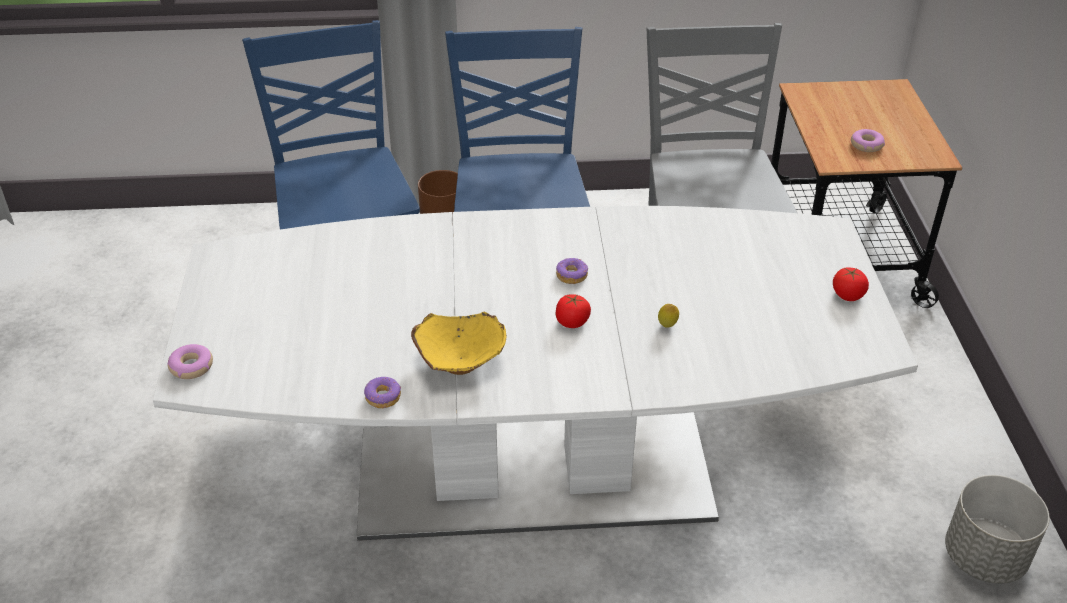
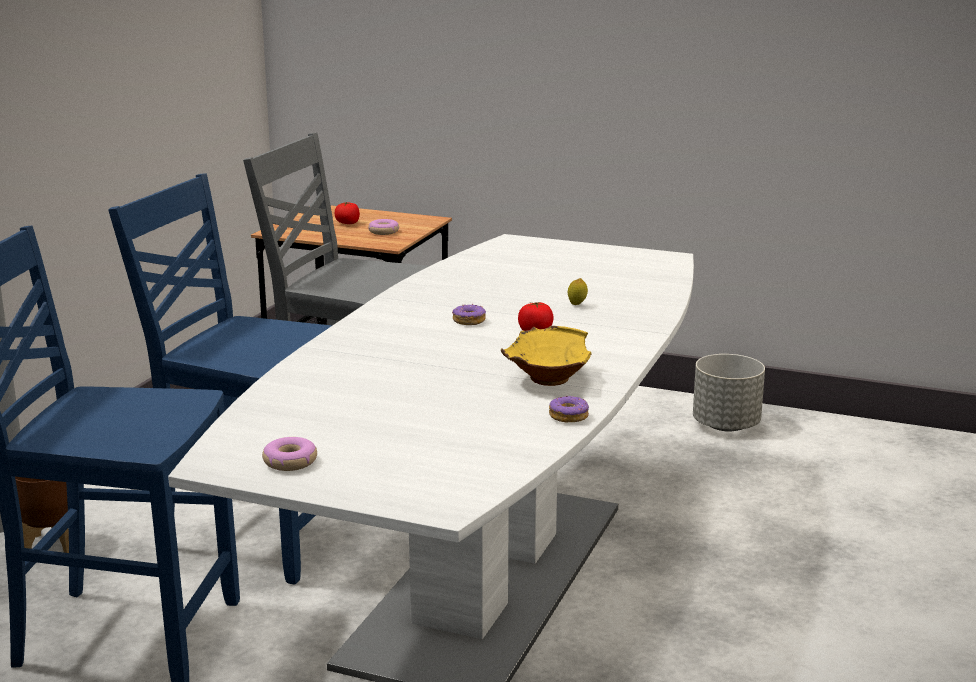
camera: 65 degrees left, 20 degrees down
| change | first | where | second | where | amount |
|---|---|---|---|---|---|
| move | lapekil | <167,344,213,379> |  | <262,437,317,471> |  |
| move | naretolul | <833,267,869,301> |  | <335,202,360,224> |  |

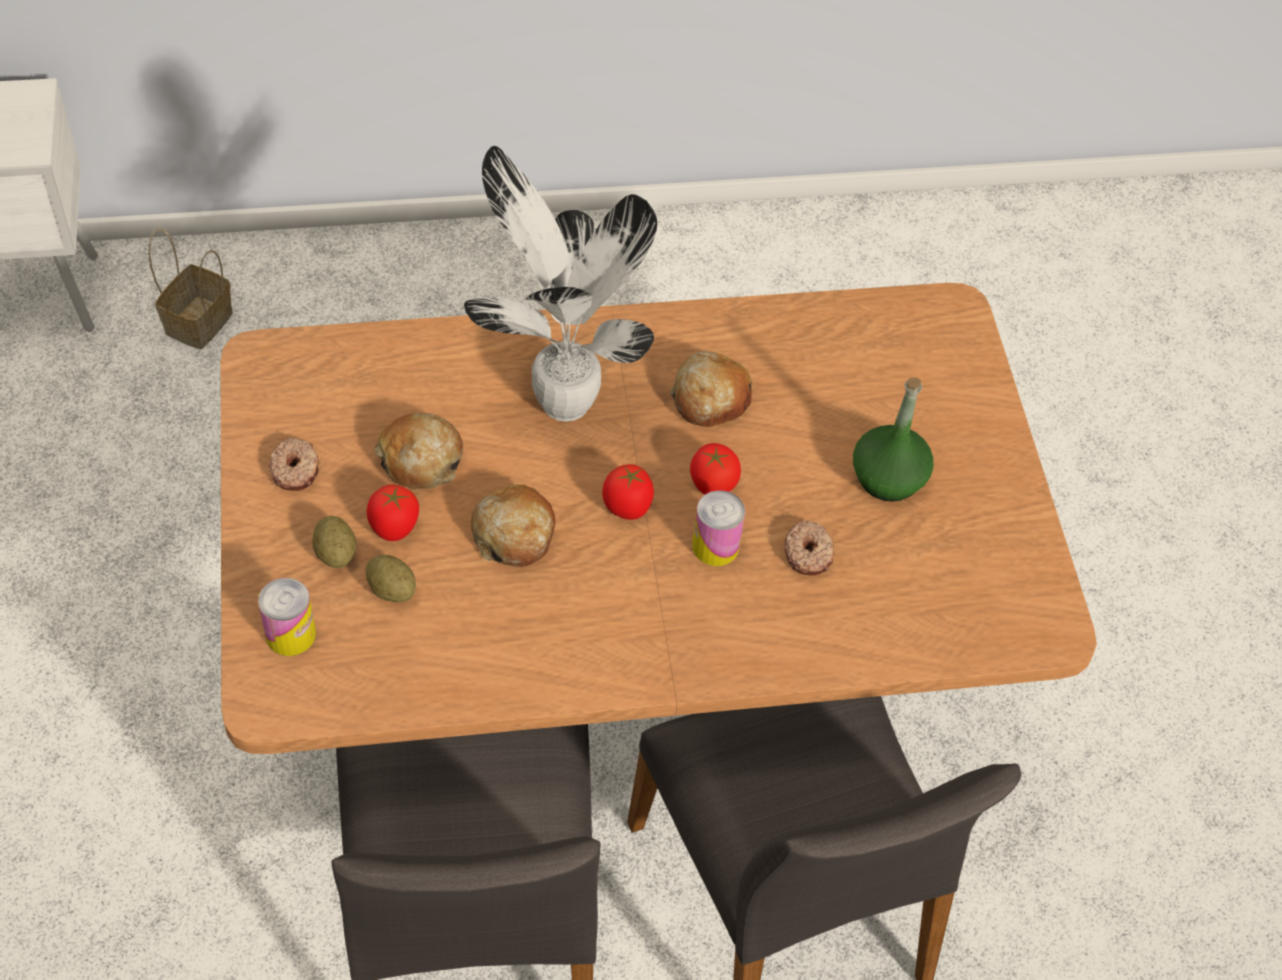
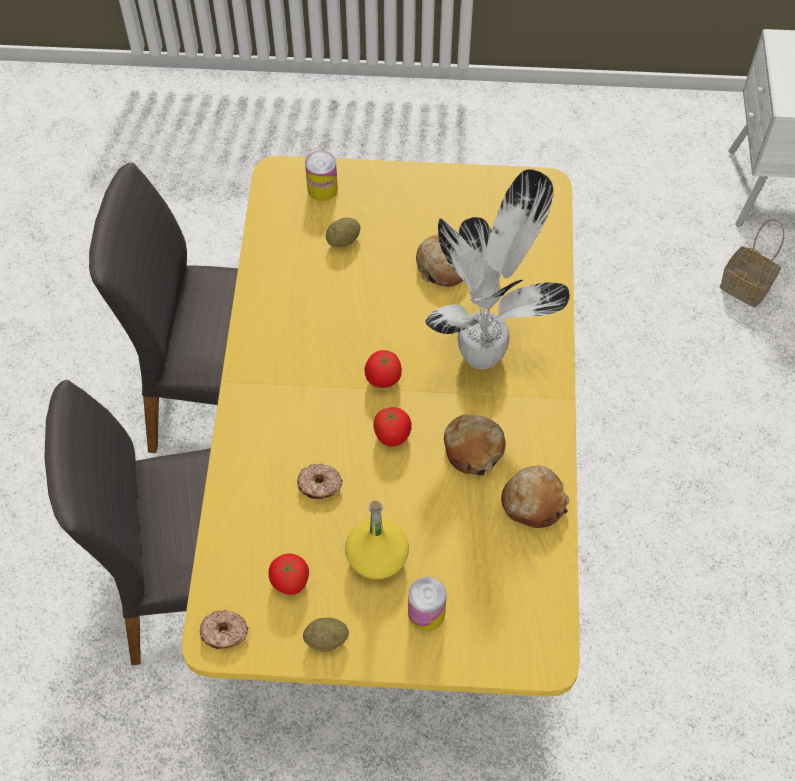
camera: 105 degrees right, 5 degrees up
| change | first | where | second | where | amount |
|---|---|---|---|---|---|
| recolor | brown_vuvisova | <221,283,1097,754> | yellow_vuvisova | <182,156,580,697> |  |
| move | lapekil | <268,438,319,491> |  | <200,610,248,649> |  |
| move | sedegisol | <312,516,357,568> |  | <303,618,349,652> |  |
| move | naretolul | <367,484,419,541> |  | <269,554,309,595> |  |
| move | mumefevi | <471,484,556,567> |  | <501,466,569,528> |  |
| move | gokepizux | <692,490,745,566> |  | <408,577,447,631> |  |
| recolor | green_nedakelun | <853,377,933,502> | yellow_nedakelun | <345,501,409,579> |  |

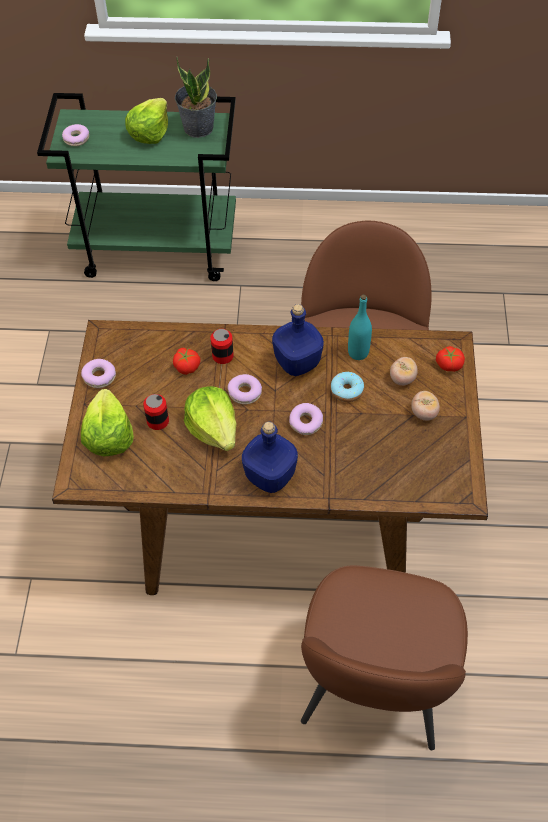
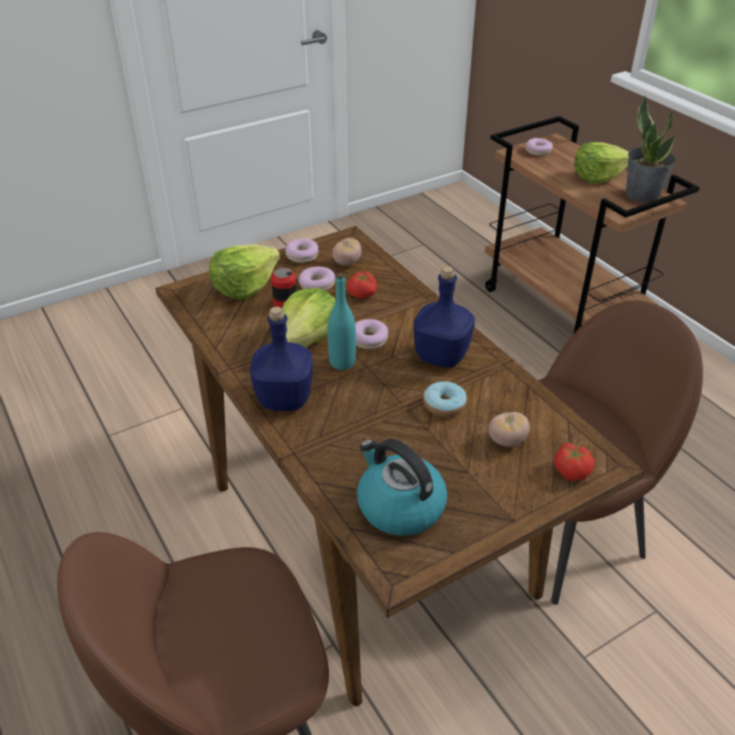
camera: 55 degrees right, 15 degrees down
| change | first | where | second | where | amount |
|---|---|---|---|---|---|
| recolor | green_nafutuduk | <37,93,236,281> | brown_nafutuduk | <485,116,700,334> |  |
| delete | gokepizux | <211,329,234,364> |  |  |  |
| move | lapekil | <289,403,323,435> |  | <298,267,335,291> |  |
| move | turquoise_nedakelun | <348,295,372,360> |  | <327,273,356,370> |  |
| move | naretolul | <411,391,440,421> |  | <332,238,362,266> |  |
| insert |  |  | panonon | <357,439,447,536> |  |

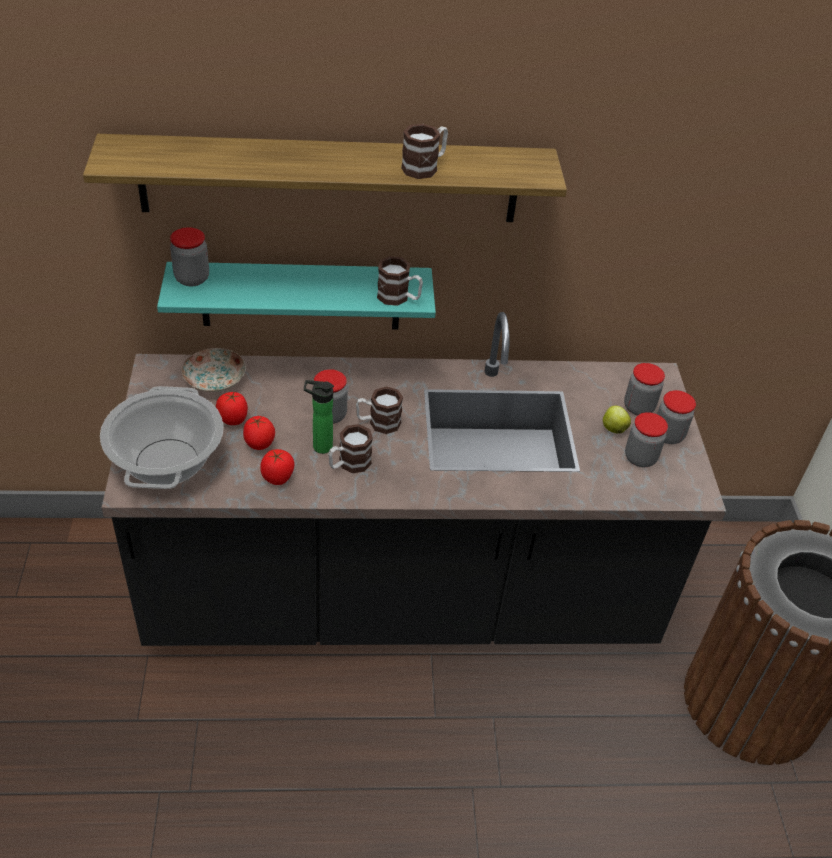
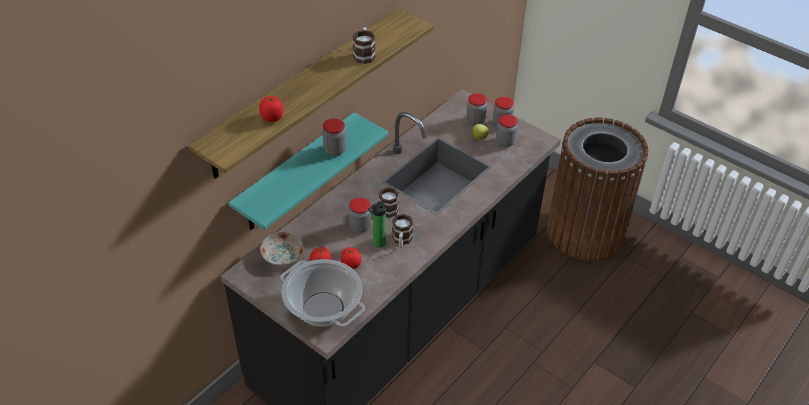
camera: 45 degrees left, 0 degrees up
| change | first | where | second | where | amount |
|---|---|---|---|---|---|
| move | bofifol | <170,227,209,286> |  | <322,118,346,156> |  |
| move | naretolul | <260,449,295,485> |  | <259,96,283,122> |  |
| delete | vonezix | <377,256,423,306> |  |  |  |

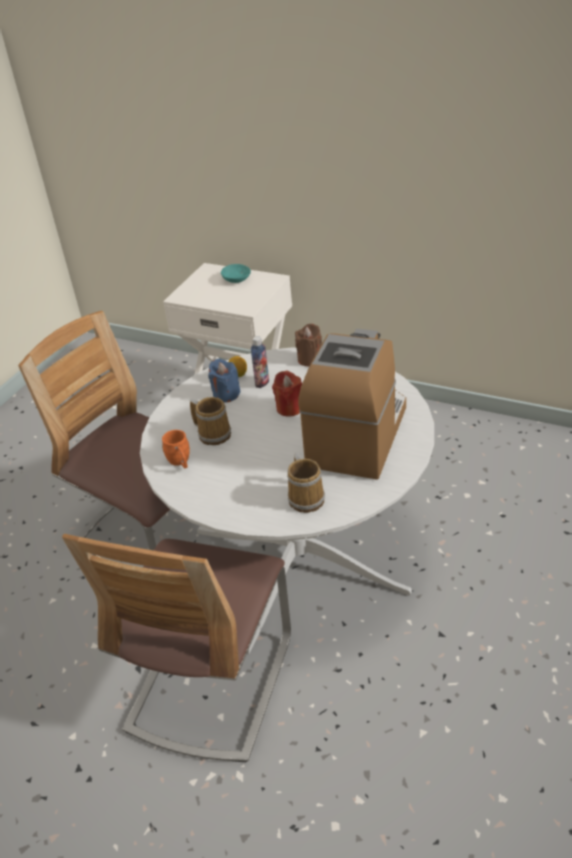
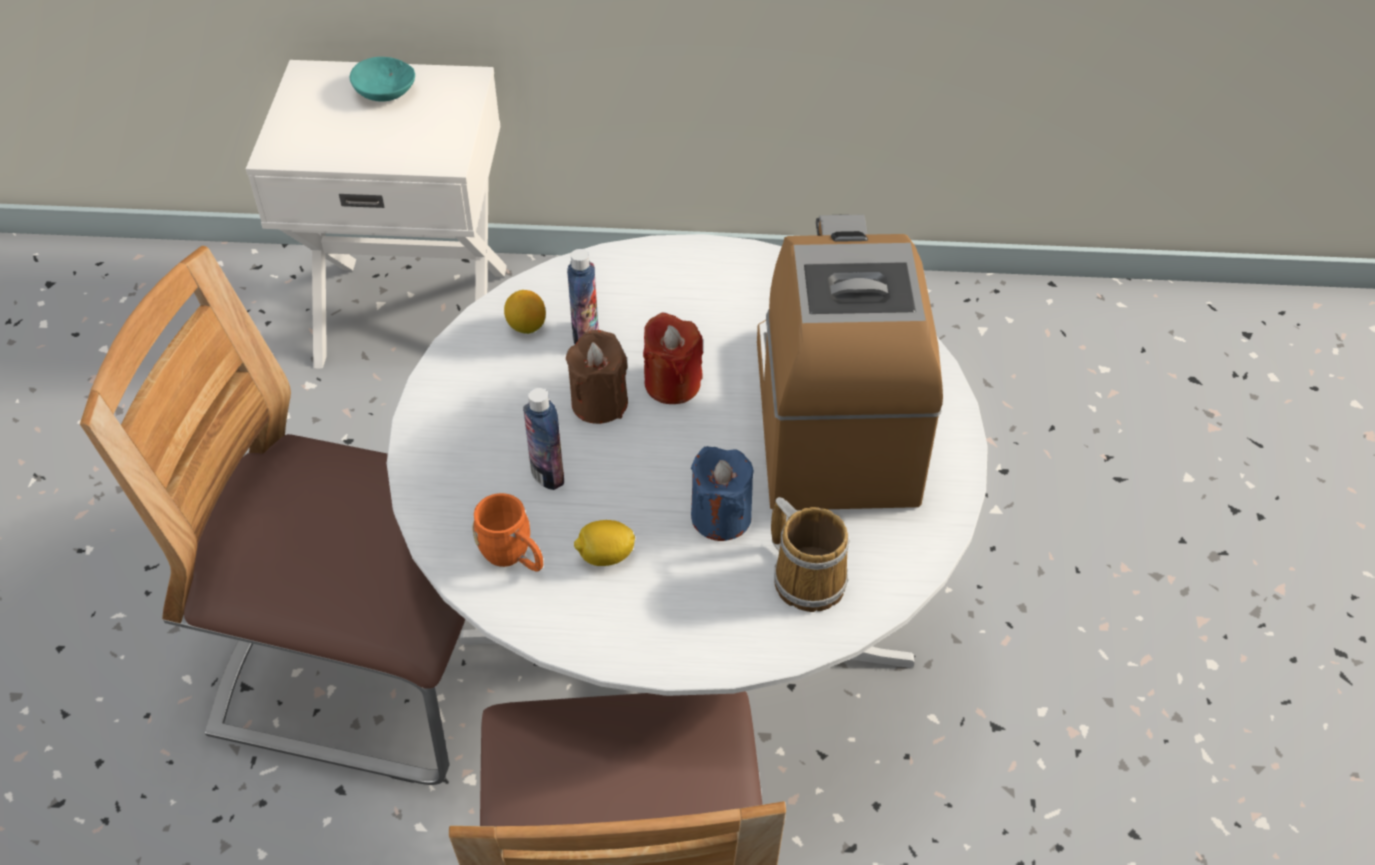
camera: 25 degrees left, 10 degrees up
| change | first | where | second | where | amount |
|---|---|---|---|---|---|
| replace | vonezix | <190,397,231,445> | nedakelun | <523,388,564,490> |  |
| move | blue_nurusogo | <208,359,241,403> |  | <691,446,754,541> |  |
| move | brown_nurusogo | <295,324,322,366> |  | <566,330,628,424> |  |
| insert |  |  | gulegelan | <574,520,635,566> |  |

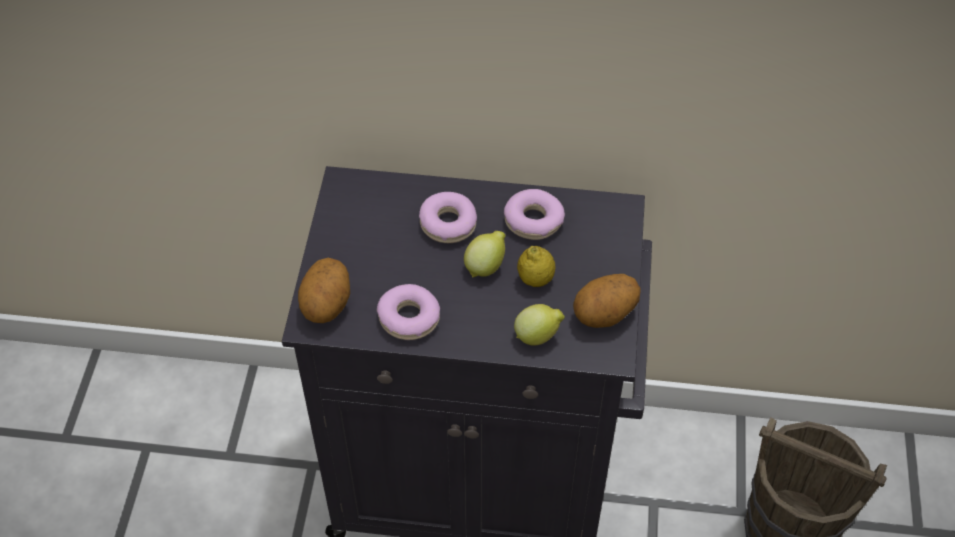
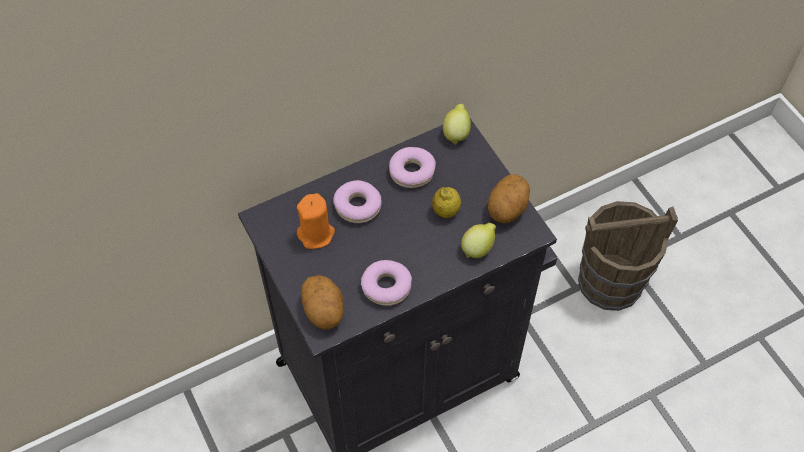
camera: 35 degrees left, 5 degrees up
| change | first | where | second | where | amount |
|---|---|---|---|---|---|
| move | gulegelan | <464,231,506,278> |  | <443,104,471,145> |  |
| insert |  |  | orange_nurusogo | <297,193,335,249> |  |

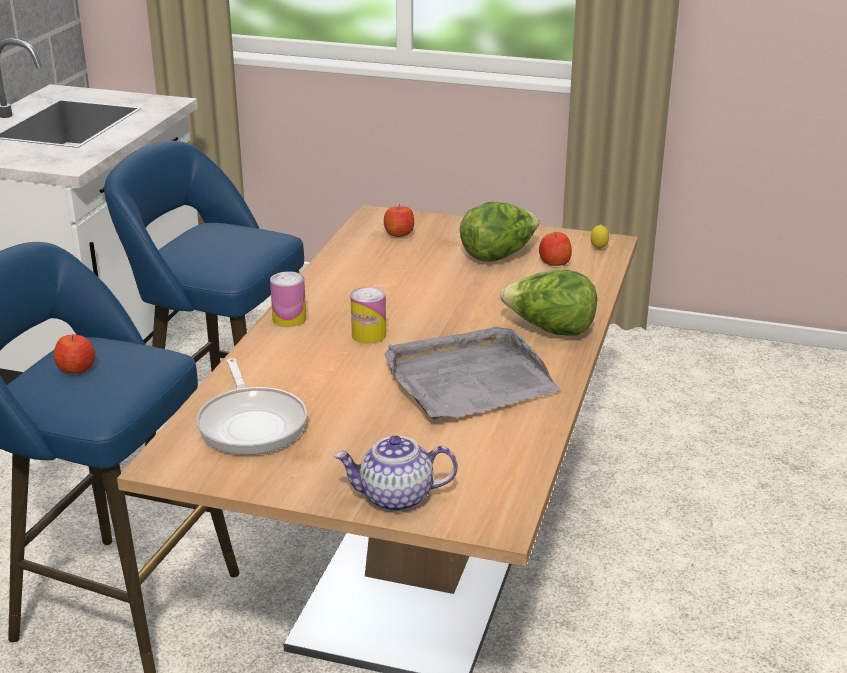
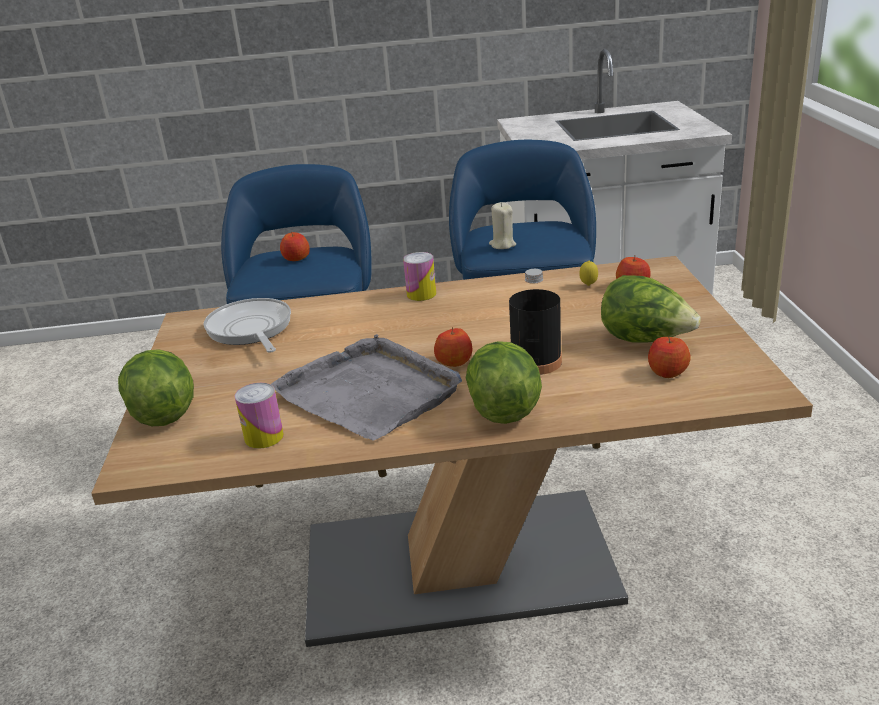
camera: 70 degrees right, 0 degrees up
| change | first | where | second | where | amount |
|---|---|---|---|---|---|
| rotate | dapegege | <196,358,307,455> |  | <203,298,291,353> | 105 degrees clockwise |
| replace | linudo | <334,435,458,512> | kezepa | <118,349,194,426> |  |
| move | gokepizux | <351,287,386,344> |  | <235,383,284,449> |  |
| move | gulegelan | <590,224,609,249> |  | <579,261,598,286> |  |
| insert |  |  | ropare | <434,327,472,367> |  |
| insert |  |  | beige_nurusogo | <489,202,516,249> |  |
| insert |  |  | black_nedakelun | <509,269,562,375> |  |

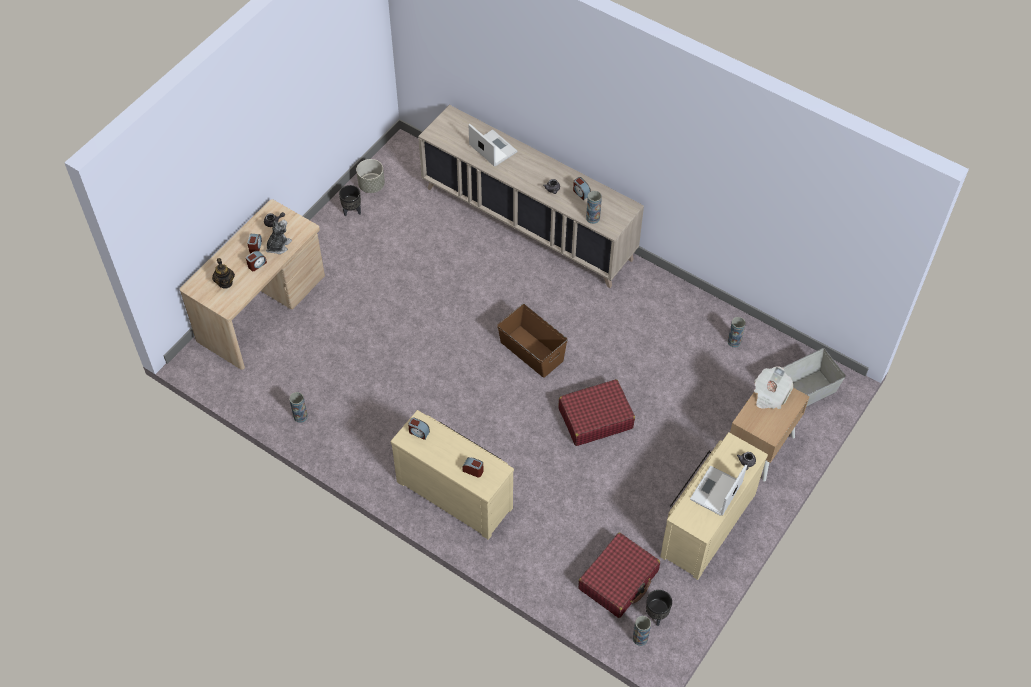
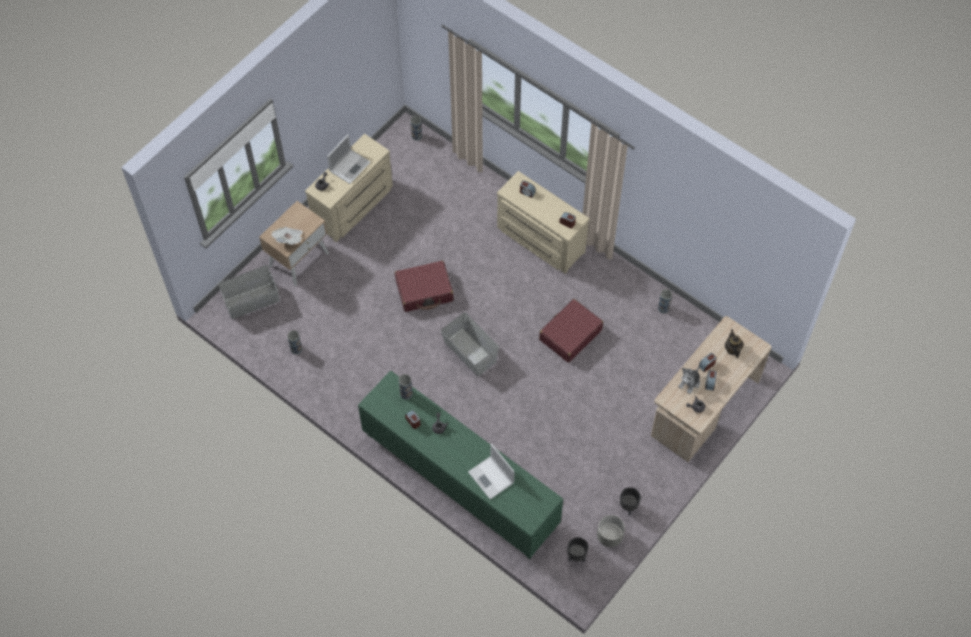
camera: 175 degrees left, 5 degrees up
| change | first | where | second | where | amount |
|---|---|---|---|---|---|
| recolor | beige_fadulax | <418,105,644,288> | green_fadulax | <358,370,563,559> |  |
| recolor | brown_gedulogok | <497,304,568,378> | grey_gedulogok | <441,312,499,376> |  |
| move | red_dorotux | <578,533,660,618> |  | <539,299,603,363> |  |
| move | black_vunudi | <646,590,672,626> |  | <568,537,588,562> |  |

